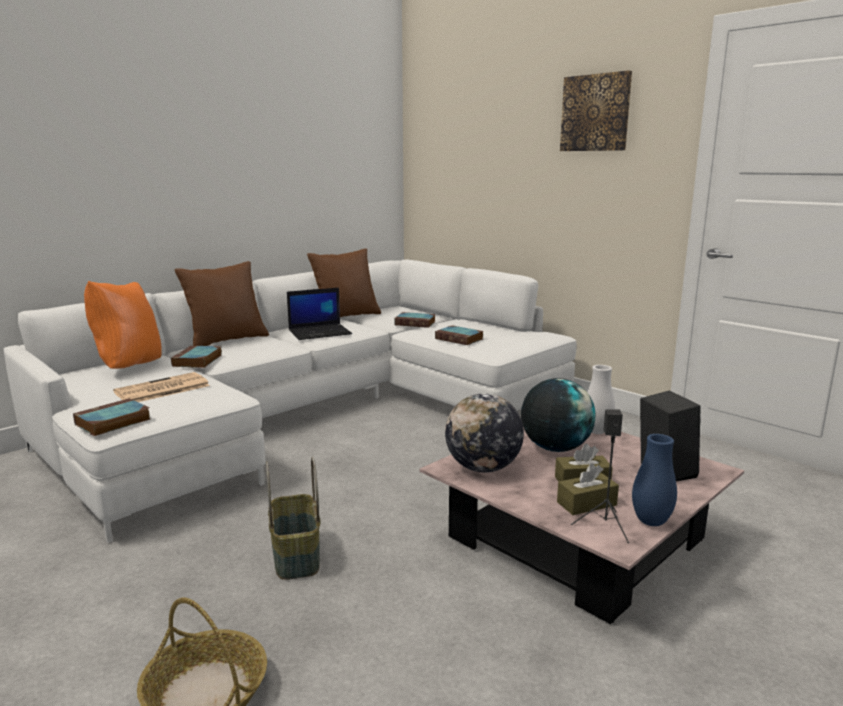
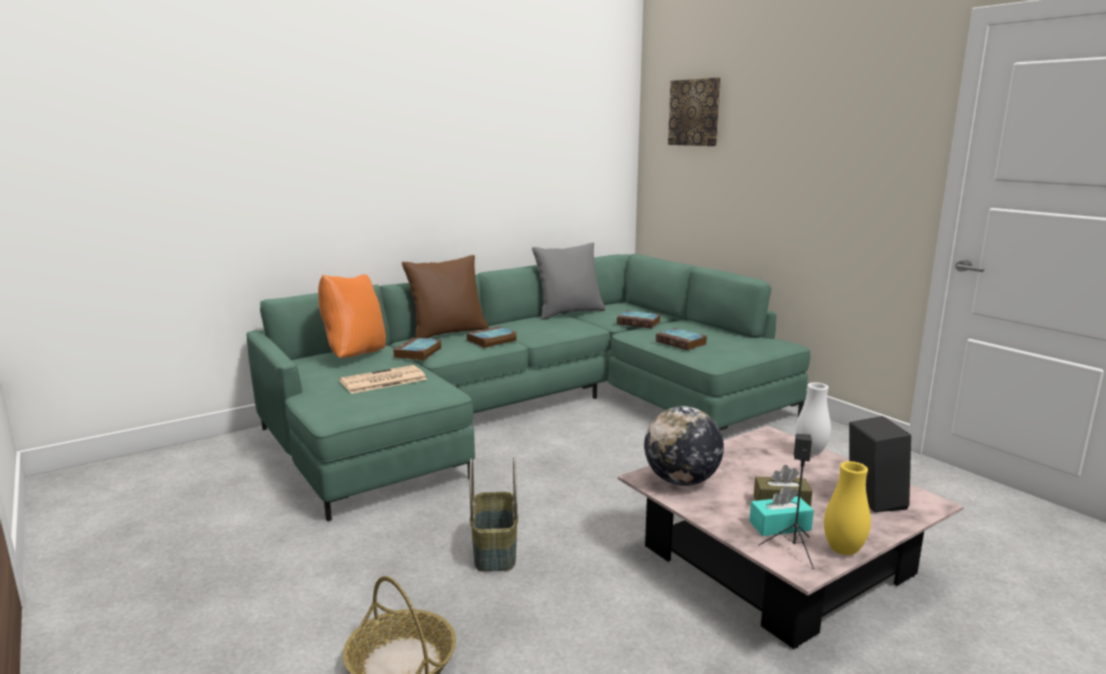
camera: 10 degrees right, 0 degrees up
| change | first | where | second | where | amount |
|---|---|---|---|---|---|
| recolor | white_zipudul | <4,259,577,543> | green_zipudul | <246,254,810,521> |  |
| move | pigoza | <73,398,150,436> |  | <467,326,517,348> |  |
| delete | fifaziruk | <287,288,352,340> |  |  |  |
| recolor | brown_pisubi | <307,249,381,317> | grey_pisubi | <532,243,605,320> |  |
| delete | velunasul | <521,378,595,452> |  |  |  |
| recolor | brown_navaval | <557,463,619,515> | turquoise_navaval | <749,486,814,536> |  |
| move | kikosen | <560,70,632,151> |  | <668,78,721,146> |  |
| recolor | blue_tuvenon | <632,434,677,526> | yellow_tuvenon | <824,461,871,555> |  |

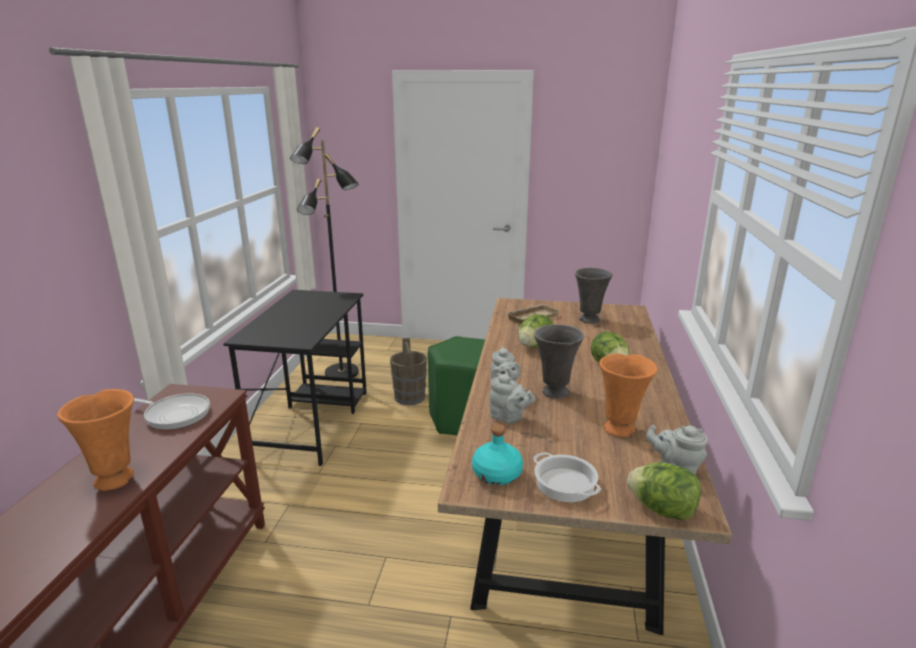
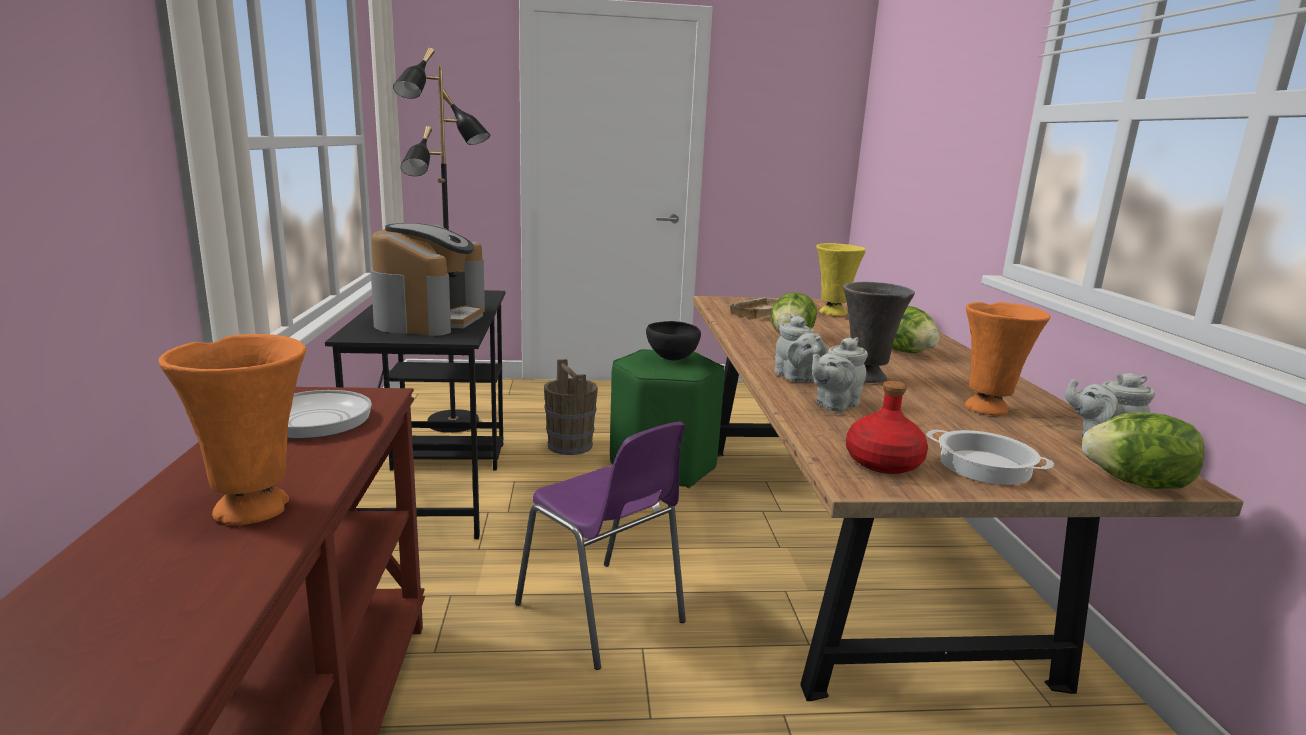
camera: 15 degrees left, 5 degrees down
| change | first | where | second | where | amount |
|---|---|---|---|---|---|
| recolor | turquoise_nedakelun | <472,424,523,485> | red_nedakelun | <846,381,928,474> |  |
| rotate | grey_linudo | <489,373,535,424> |  | <812,337,868,412> | 120 degrees clockwise |
| recolor | grey_tuvenon | <575,268,613,324> | yellow_tuvenon | <816,243,866,316> |  |
| insert |  |  | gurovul | <371,223,485,336> |  |
| insert |  |  | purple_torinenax | <515,422,686,670> |  |
| insert |  |  | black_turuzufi | <646,321,701,361> |  |

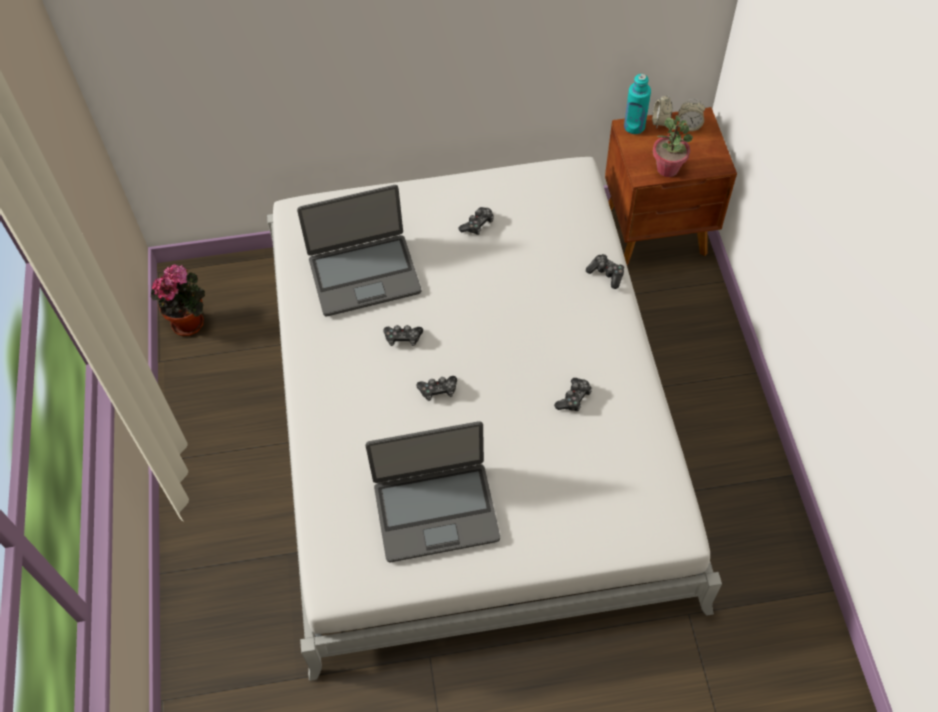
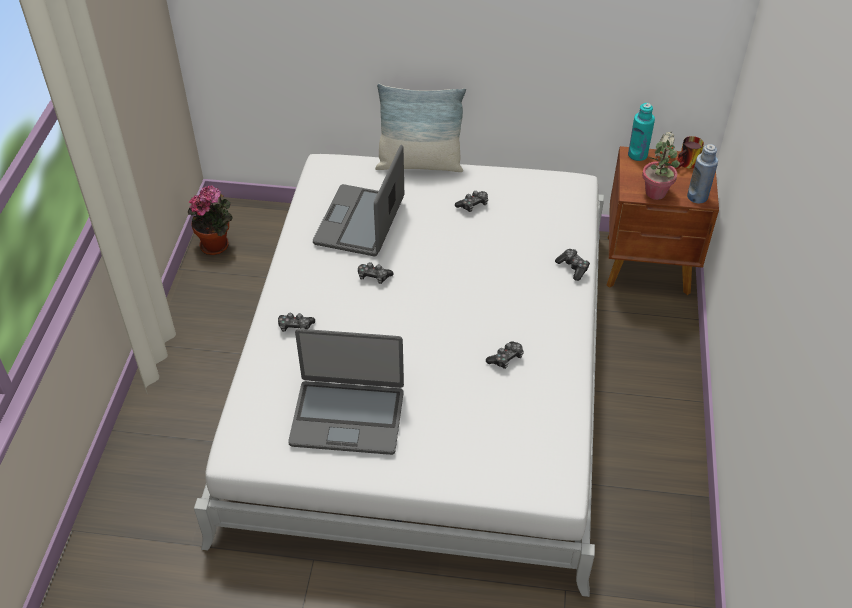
camera: 15 degrees right, 10 degrees down
| change | first | where | second | where | amount |
|---|---|---|---|---|---|
| rotate | fifaziruk | <297,185,421,316> |  | <313,145,404,256> | 105 degrees clockwise |
| move | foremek | <416,376,457,401> |  | <278,313,315,332> |  |
| replace | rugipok | <678,99,705,131> | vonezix | <676,136,704,169> |  |
| insert |  |  | pisubi | <375,84,466,172> |  |
| insert |  |  | blue_nedakelun | <687,144,718,203> |  |

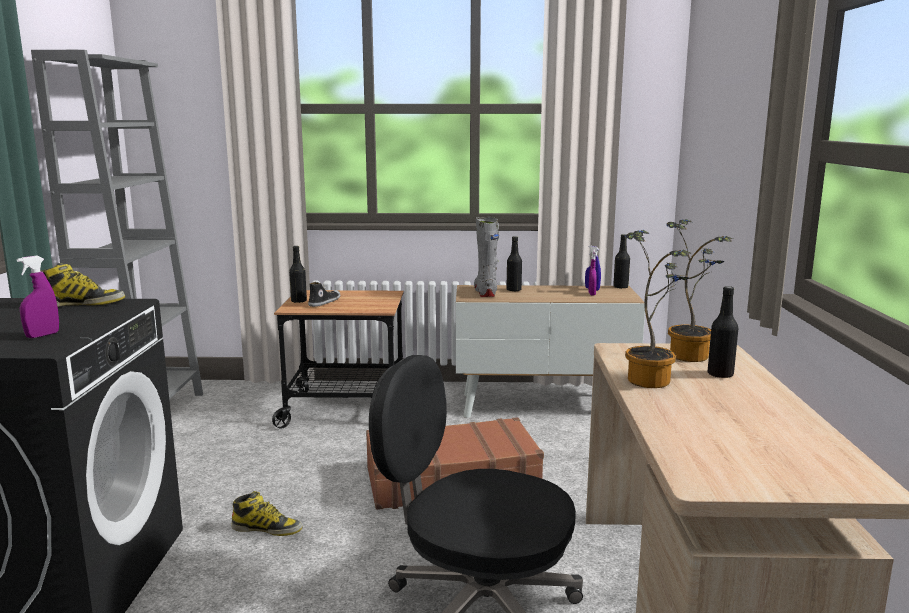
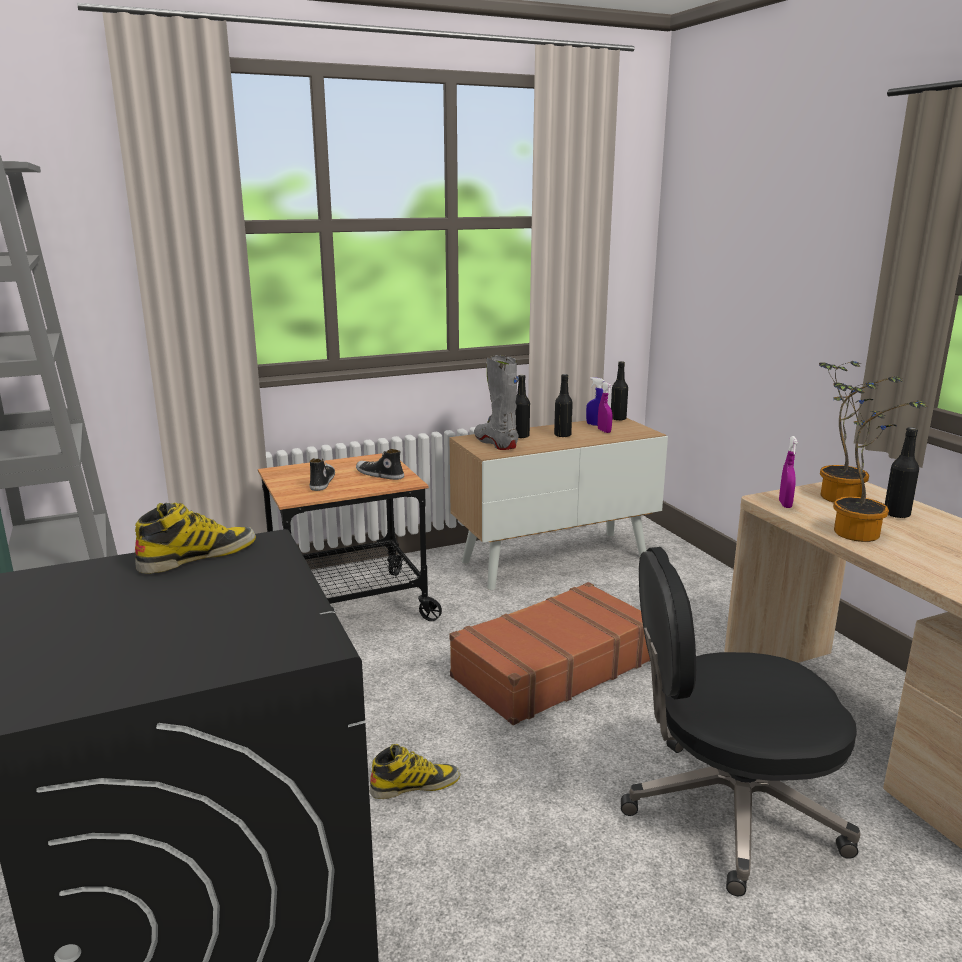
camera: 25 degrees left, 5 degrees up
| change | first | where | second | where | amount |
|---|---|---|---|---|---|
| move | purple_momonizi | <17,256,59,338> |  | <779,436,798,508> |  |
| move | black_nedakelun | <289,246,307,303> |  | <554,374,573,438> |  |
| insert |  |  | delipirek | <356,449,404,480> |  |

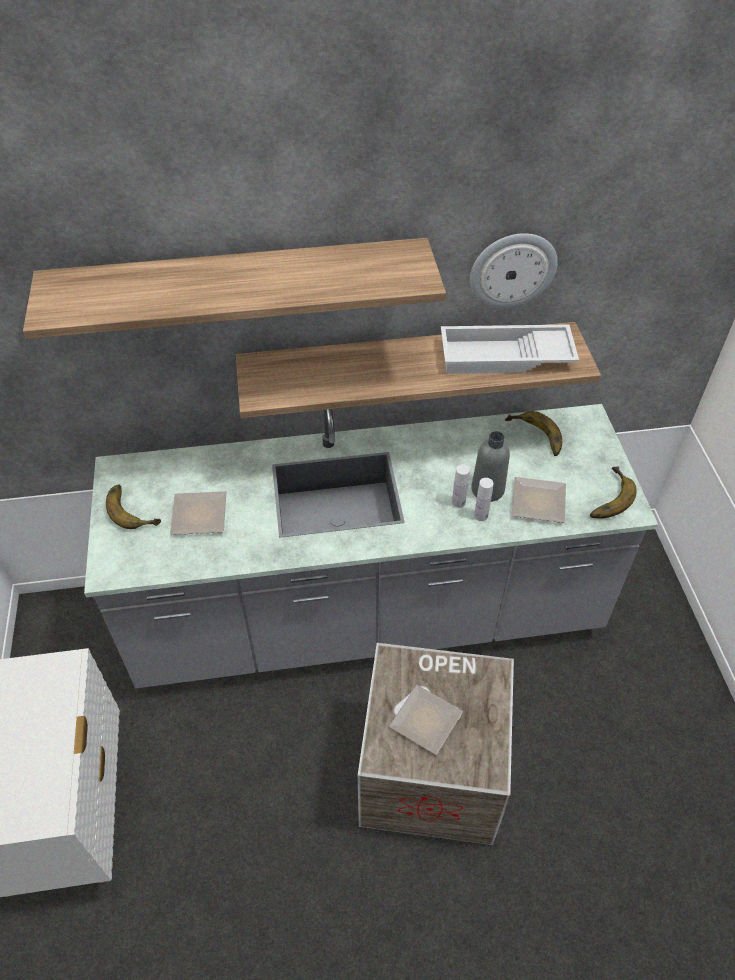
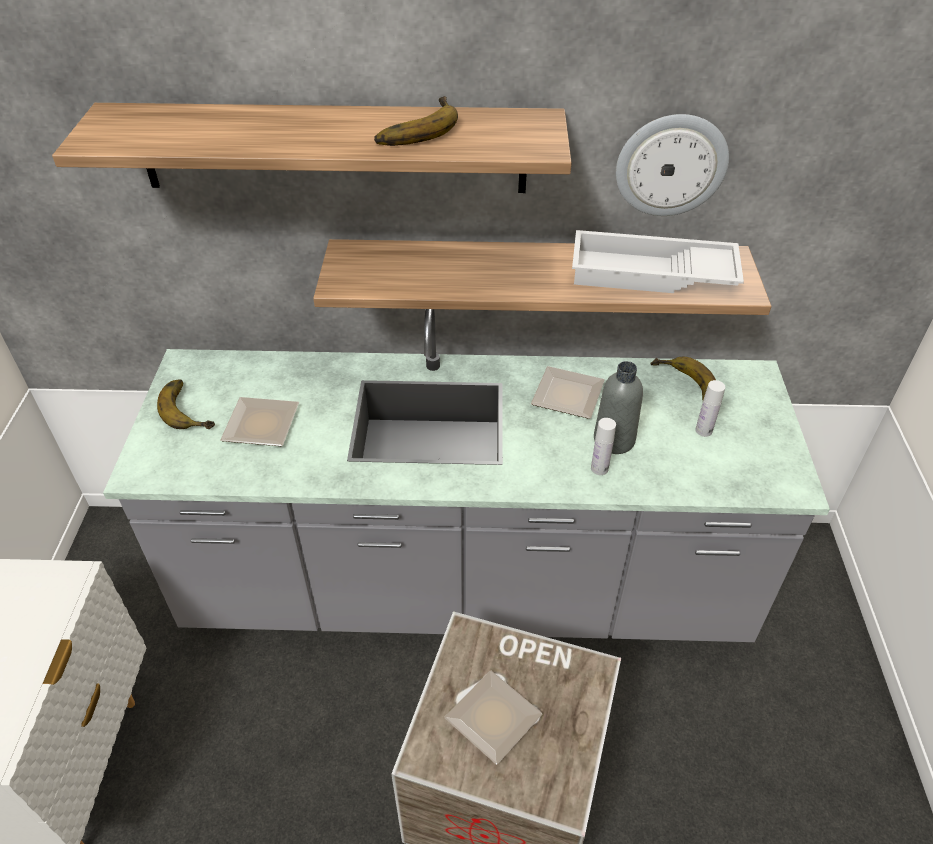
camera: 10 degrees right, 5 degrees down
| change | first | where | second | where | amount |
|---|---|---|---|---|---|
| move | white_nedakelun | <452,464,470,508> |  | <695,380,725,437> |  |
| move | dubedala | <512,477,566,523> |  | <531,366,605,419> |  |
| move | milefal | <590,467,637,519> |  | <374,96,458,146> |  |

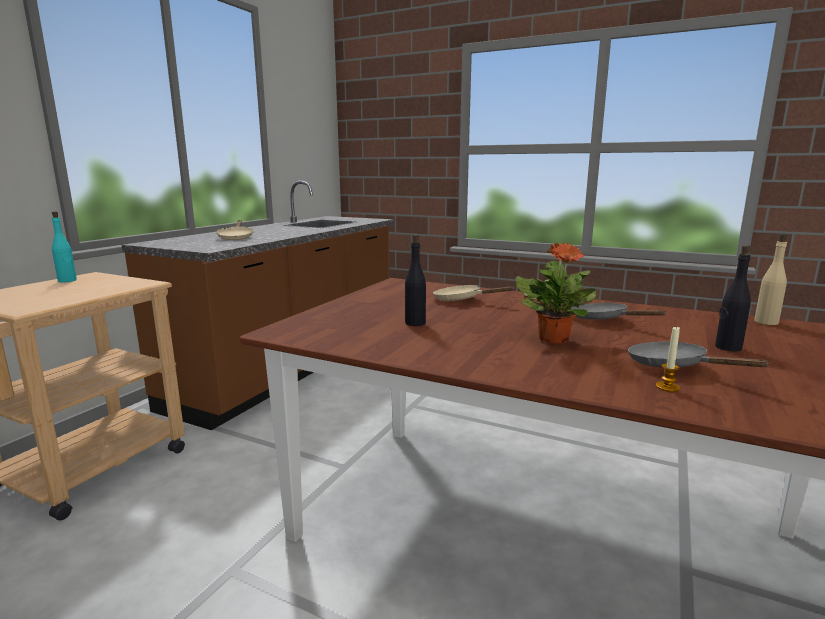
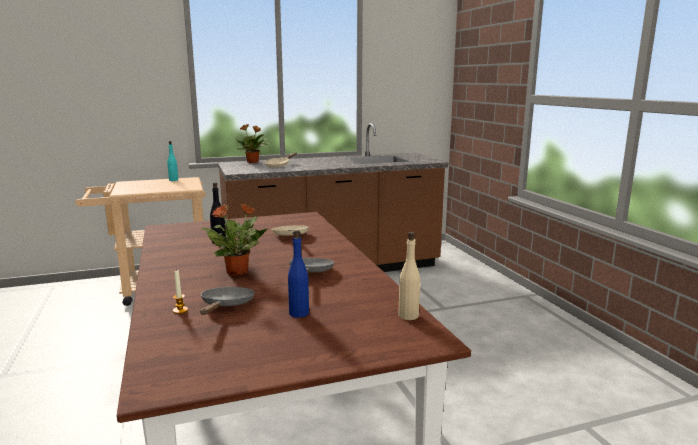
camera: 45 degrees right, 0 degrees up
| change | first | where | second | where | amount |
|---|---|---|---|---|---|
| recolor | black_nedakelun | <715,245,751,352> | blue_nedakelun | <288,230,309,318> |  |
| insert |  |  | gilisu | <234,124,269,163> |  |

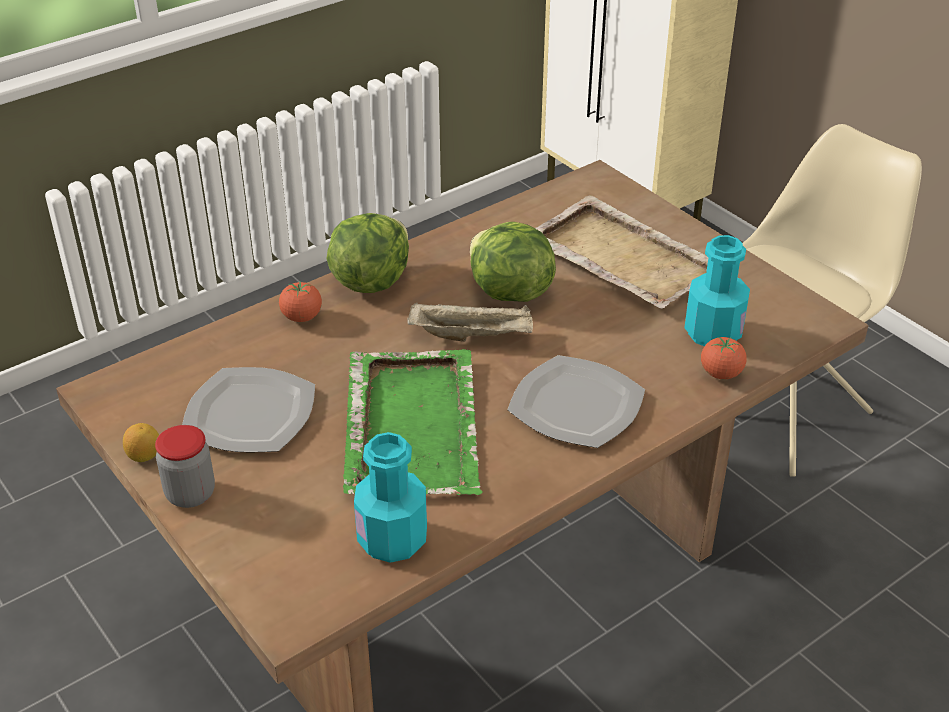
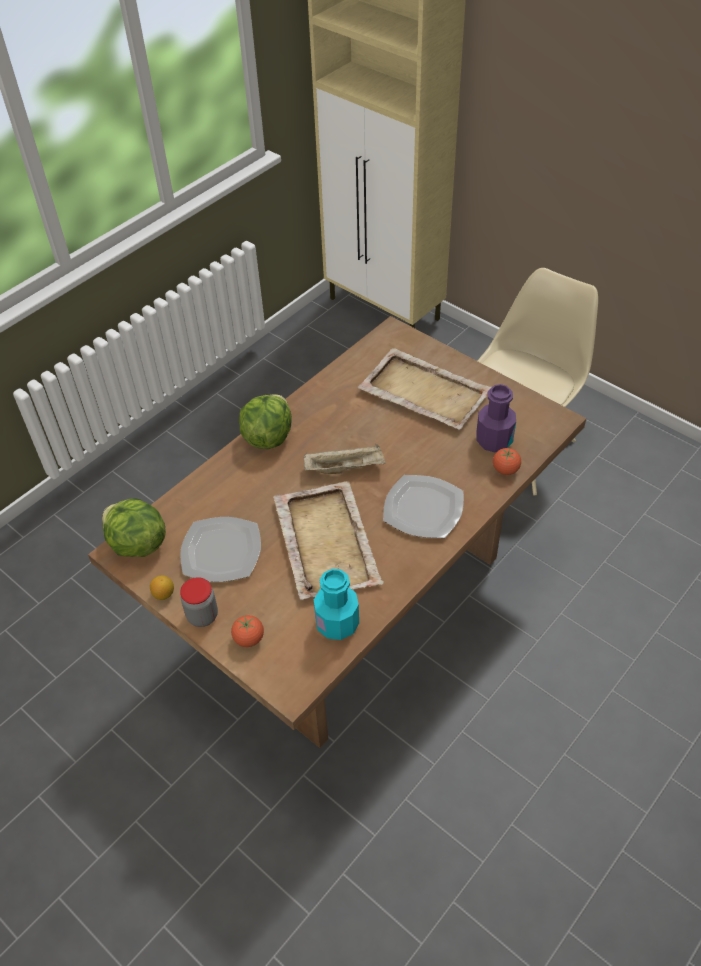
camera: 10 degrees left, 10 degrees up
| change | first | where | second | where | amount |
|---|---|---|---|---|---|
| move | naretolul | <279,282,322,322> |  | <231,615,264,647> |  |
| recolor | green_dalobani | <343,349,483,495> | beige_dalobani | <273,481,384,600> |  |
| move | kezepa | <470,222,556,302> |  | <102,498,166,557> |  |
| recolor | turquoise_nedakelun | <684,235,750,346> | purple_nedakelun | <476,384,516,452> |  |

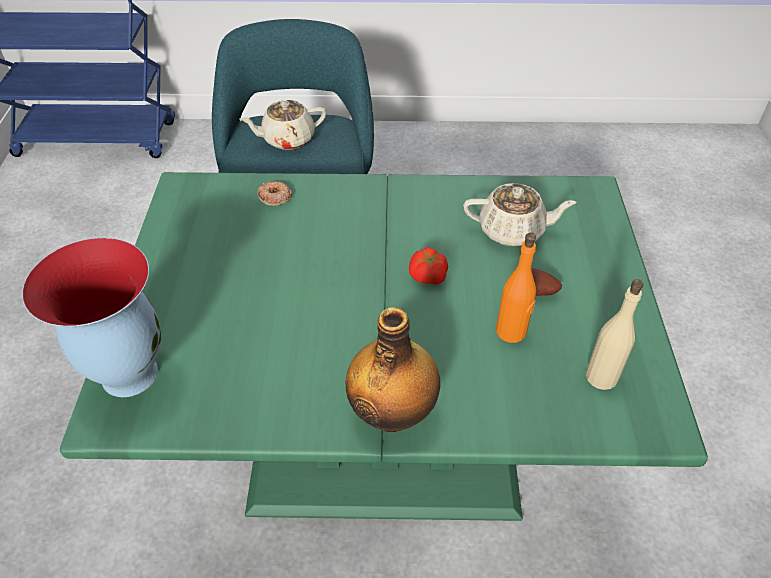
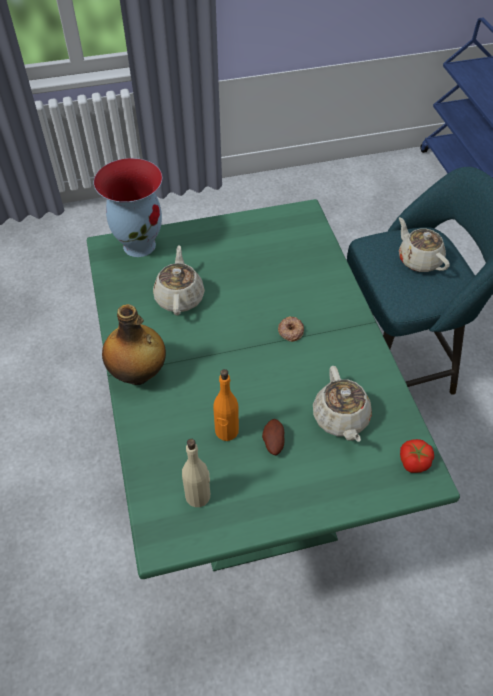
camera: 75 degrees right, 5 degrees up
| change | first | where | second | where | amount |
|---|---|---|---|---|---|
| move | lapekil | <257,181,292,206> |  | <278,316,304,342> |  |
| move | naretolul | <409,247,448,285> |  | <400,439,434,473> |  |
| insert |  |  | beige_linudo | <153,245,205,315> |  |

